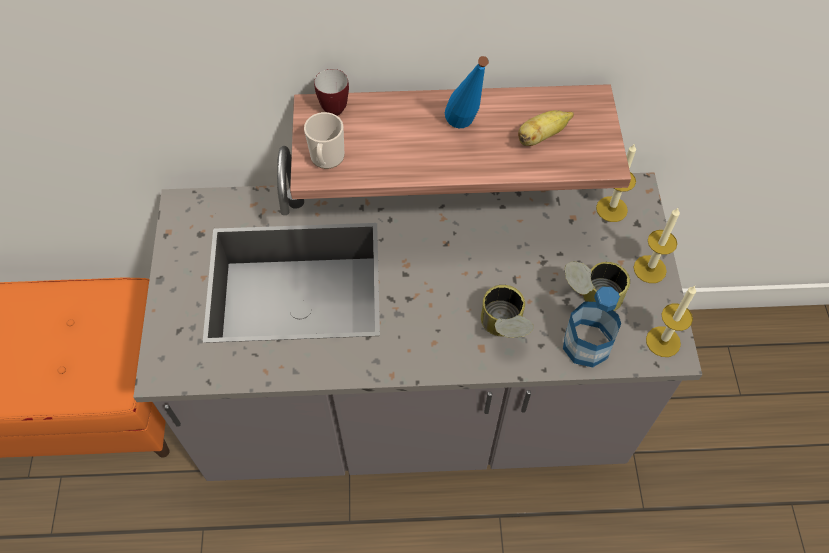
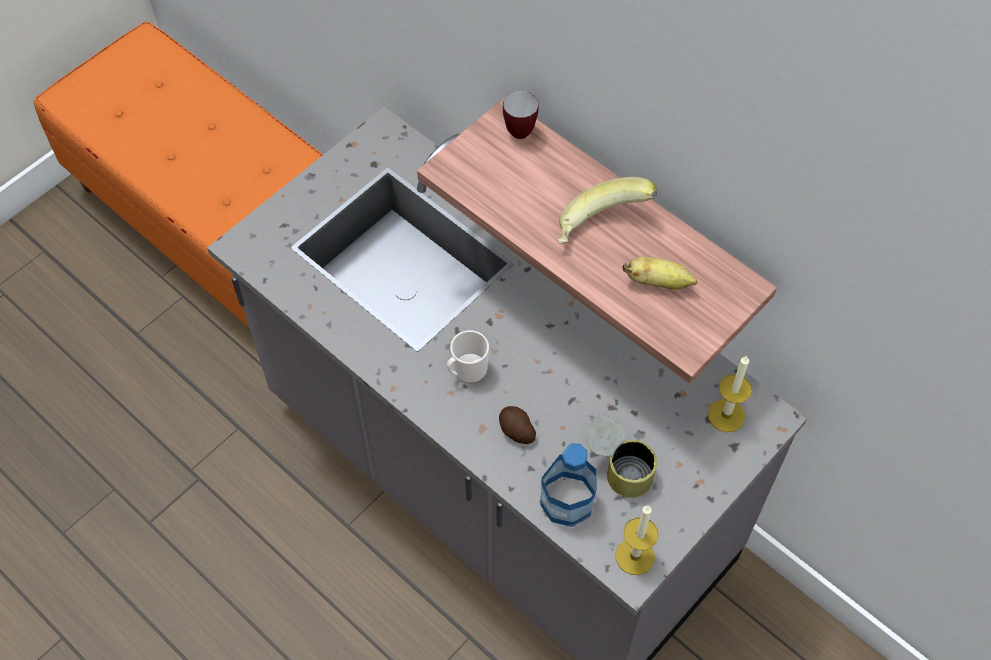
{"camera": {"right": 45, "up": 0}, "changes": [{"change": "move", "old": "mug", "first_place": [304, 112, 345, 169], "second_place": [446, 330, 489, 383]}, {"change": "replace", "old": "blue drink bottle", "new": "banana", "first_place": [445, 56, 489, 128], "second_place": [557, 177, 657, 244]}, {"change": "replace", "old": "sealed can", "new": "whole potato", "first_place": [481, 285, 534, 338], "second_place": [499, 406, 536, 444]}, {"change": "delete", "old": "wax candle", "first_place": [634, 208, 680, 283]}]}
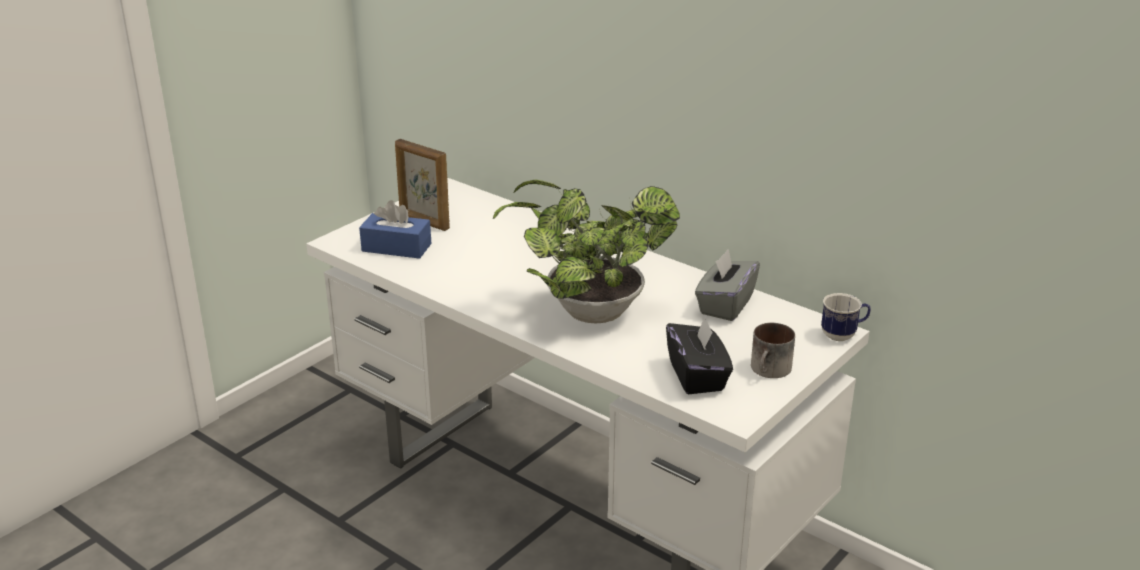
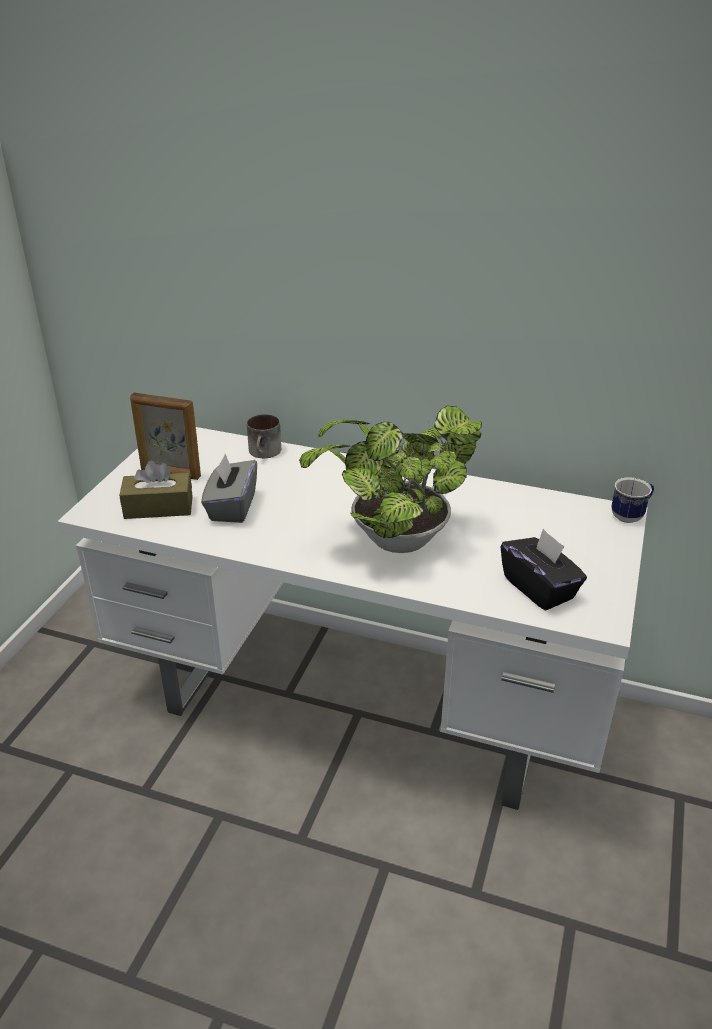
{"camera": {"right": -20, "up": 5}, "changes": [{"change": "recolor", "old": "blue tissue box", "new": "brownish tissue box", "first_place": [359, 200, 432, 259], "second_place": [119, 461, 193, 519]}, {"change": "move", "old": "grey tissue box", "first_place": [695, 249, 760, 321], "second_place": [201, 454, 257, 523]}, {"change": "move", "old": "mug", "first_place": [751, 323, 795, 378], "second_place": [247, 414, 281, 458]}]}
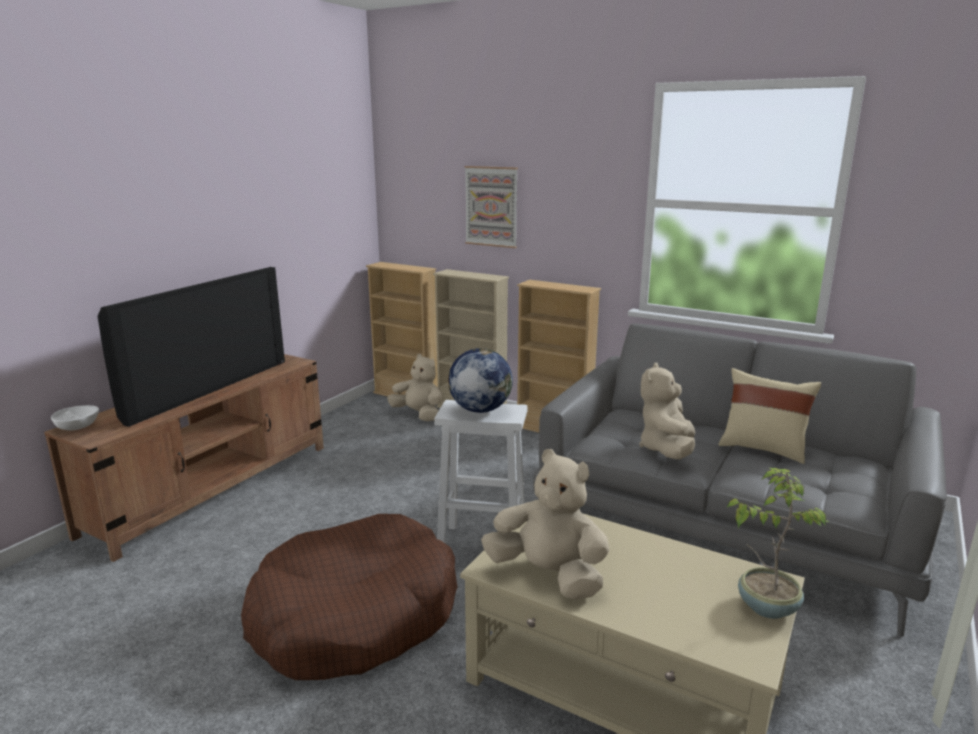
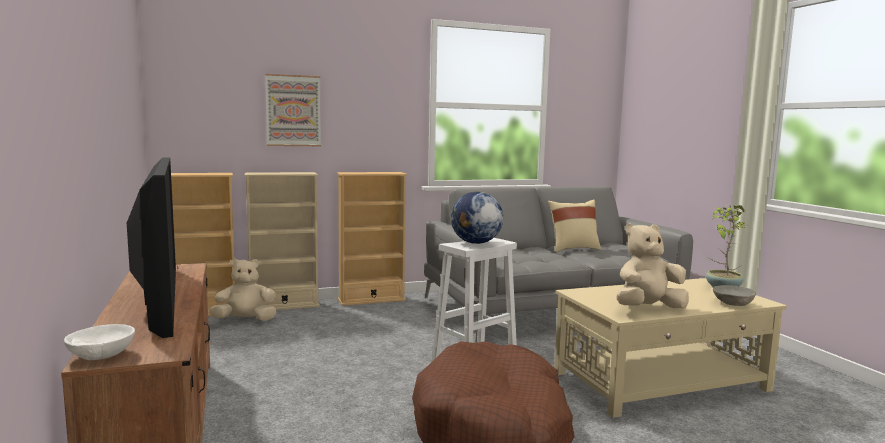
{"camera": {"right": -50, "up": -10}, "changes": [{"change": "delete", "old": "beige soft toy", "first_place": [639, 363, 695, 459]}, {"change": "insert", "new": "grey serving bowl", "second_place": [713, 285, 756, 306]}]}
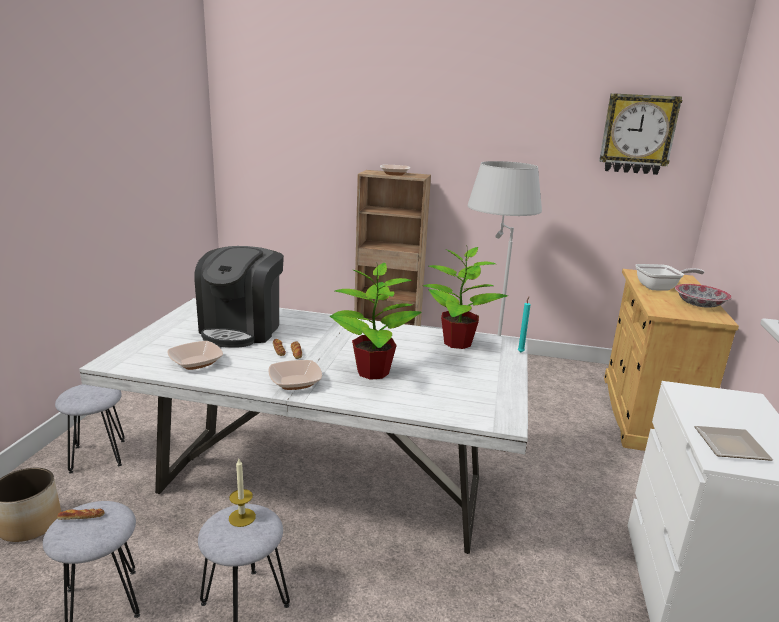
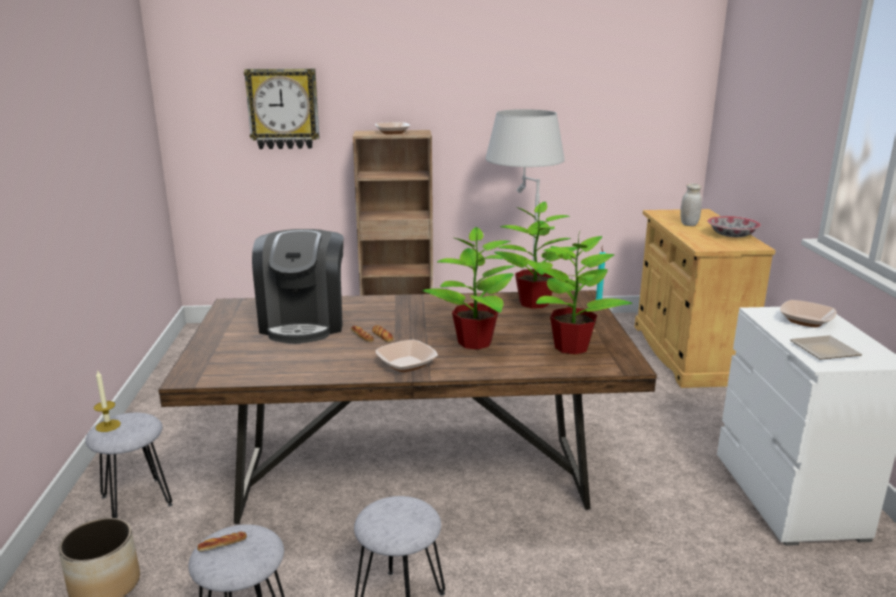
{"camera": {"right": -15, "up": 0}, "changes": [{"change": "recolor", "old": "whitish dinner table", "new": "brownish dinner table", "first_place": [79, 298, 528, 554], "second_place": [158, 290, 657, 524]}, {"change": "move", "old": "serving bowl", "first_place": [167, 341, 223, 370], "second_place": [780, 300, 837, 327]}, {"change": "move", "old": "wax candle", "first_place": [229, 459, 256, 527], "second_place": [94, 371, 121, 432]}, {"change": "move", "old": "hanging clock", "first_place": [599, 93, 682, 175], "second_place": [244, 68, 320, 149]}, {"change": "replace", "old": "frying pan", "new": "whitish storage jar", "first_place": [635, 264, 704, 291], "second_place": [680, 184, 702, 226]}, {"change": "insert", "new": "houseplant", "second_place": [536, 231, 633, 355]}]}
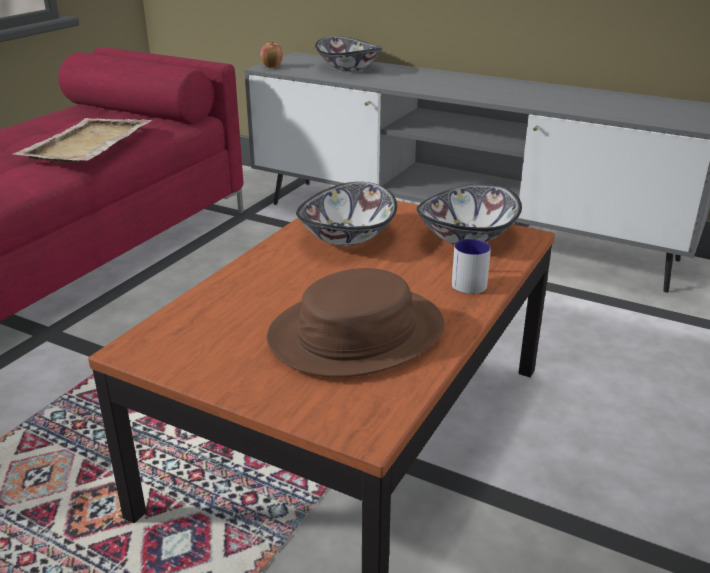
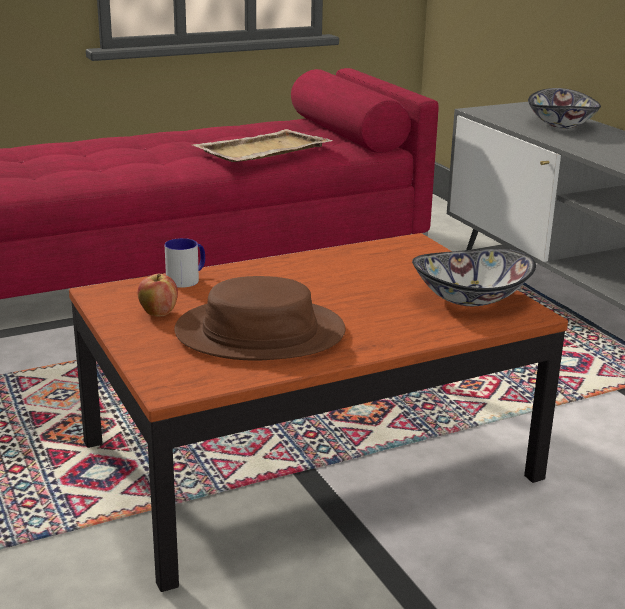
{"camera": {"right": 35, "up": -5}, "changes": [{"change": "move", "old": "apple fruit", "first_place": [261, 41, 283, 68], "second_place": [137, 274, 178, 316]}, {"change": "delete", "old": "serving bowl", "first_place": [296, 182, 397, 246]}, {"change": "move", "old": "mug", "first_place": [452, 239, 491, 294], "second_place": [165, 238, 205, 288]}]}
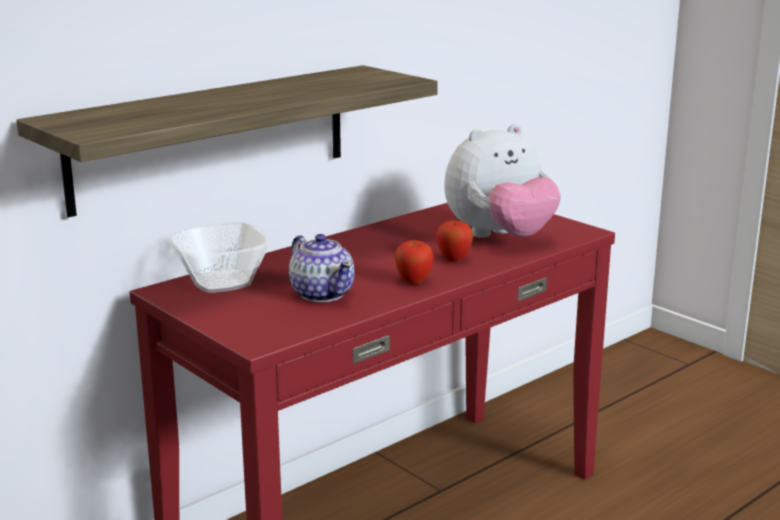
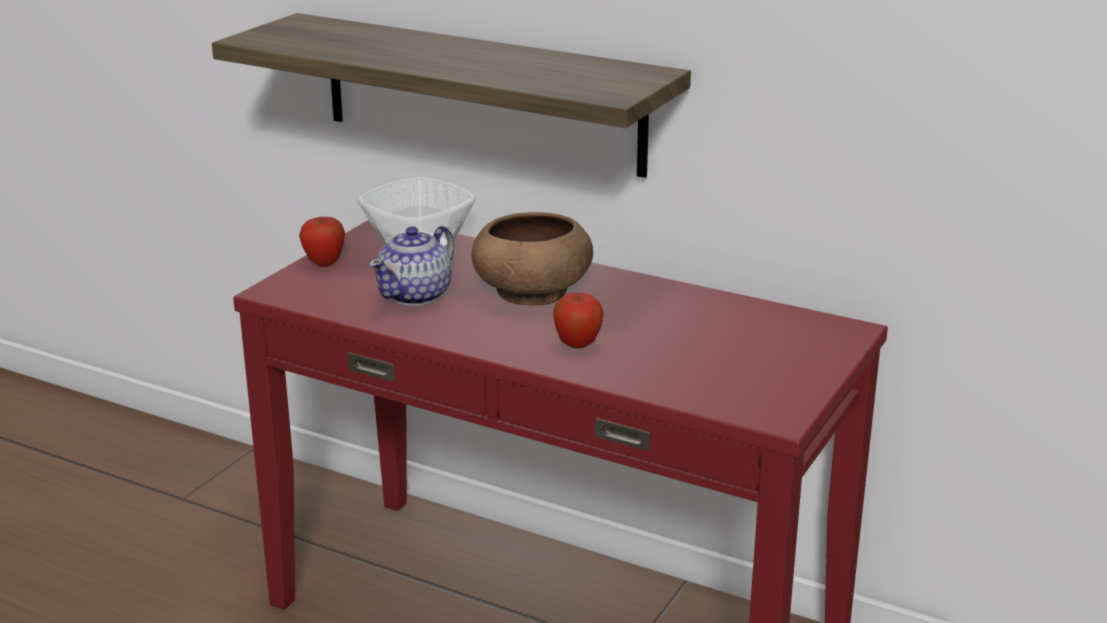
{"camera": {"right": 70, "up": 5}, "changes": [{"change": "move", "old": "apple fruit", "first_place": [395, 240, 434, 285], "second_place": [299, 216, 345, 267]}, {"change": "delete", "old": "soft toy", "first_place": [445, 124, 561, 238]}, {"change": "insert", "new": "brownish serving bowl", "second_place": [471, 212, 593, 305]}]}
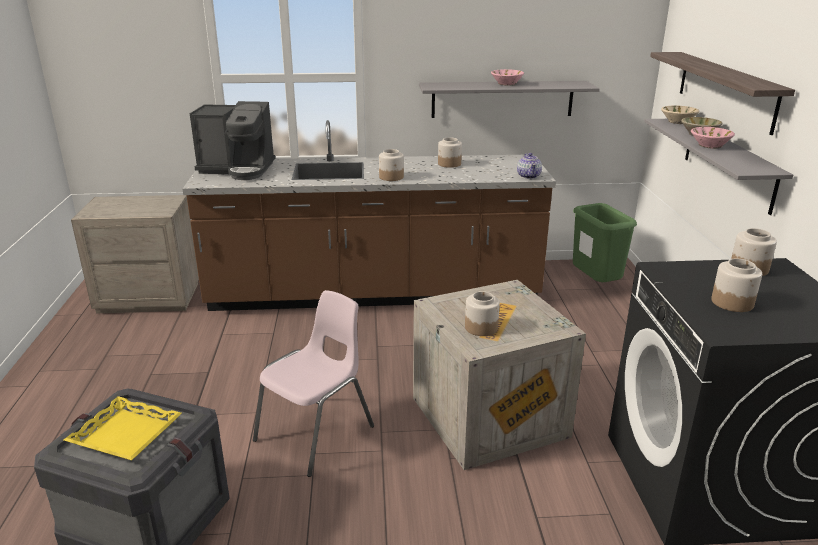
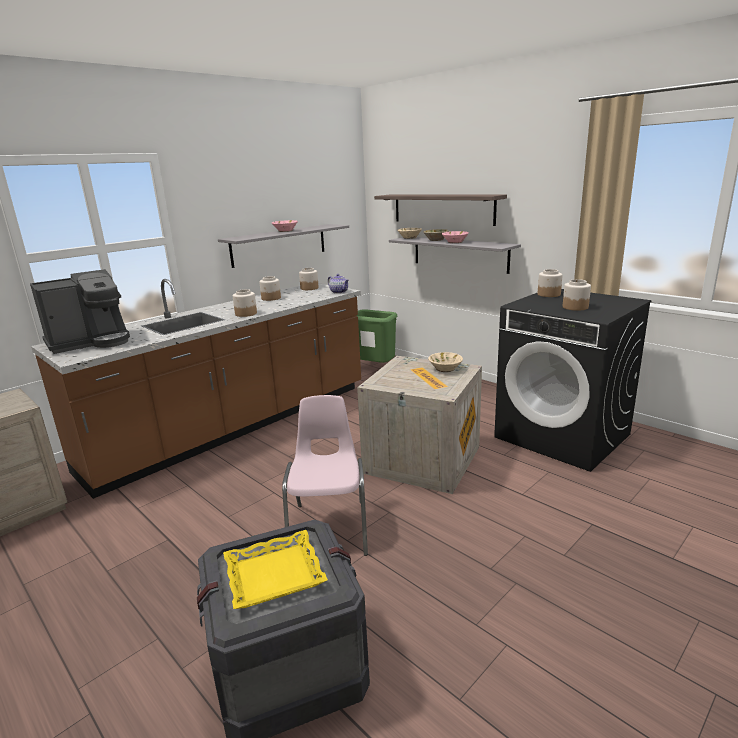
{"camera": {"right": -40, "up": -5}, "changes": [{"change": "move", "old": "storage jar", "first_place": [465, 291, 500, 336], "second_place": [299, 268, 319, 290]}, {"change": "insert", "new": "beige serving bowl", "second_place": [428, 352, 463, 372]}]}
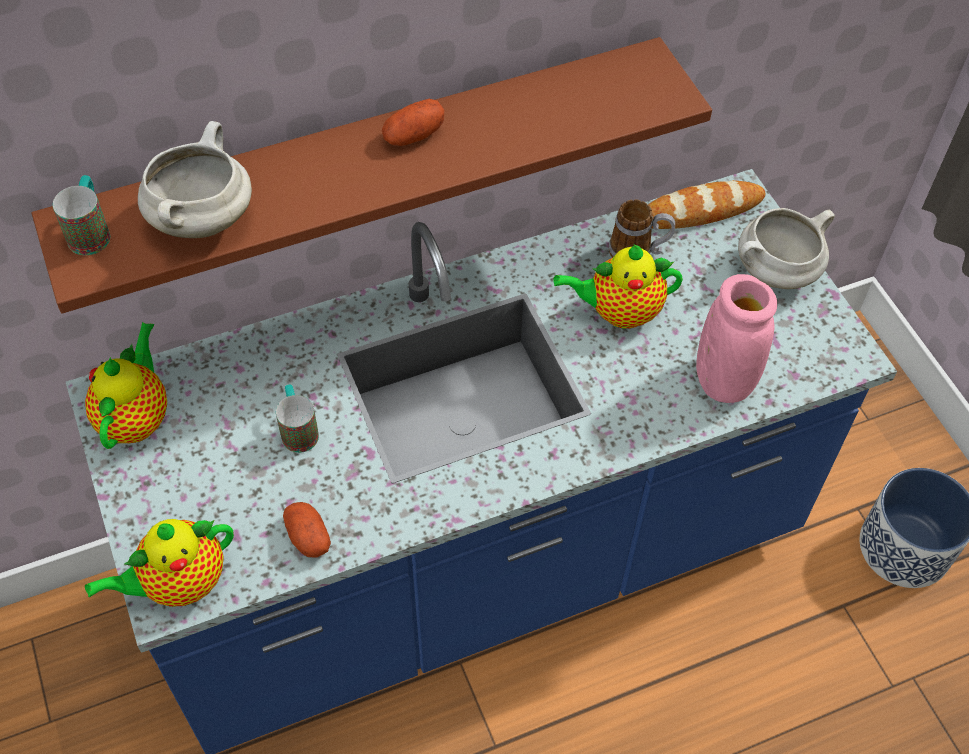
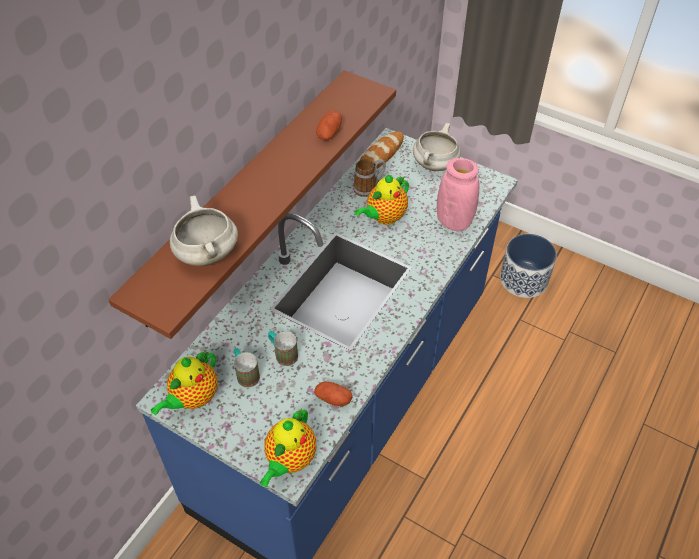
{"camera": {"right": -35, "up": -5}, "changes": [{"change": "move", "old": "mug", "first_place": [53, 175, 110, 255], "second_place": [234, 348, 260, 388]}, {"change": "rotate", "old": "teapot", "first_place": [85, 322, 167, 449], "second_place": [151, 351, 218, 415], "degrees": -120}, {"change": "move", "old": "whole potato", "first_place": [382, 99, 444, 146], "second_place": [316, 110, 342, 140]}]}
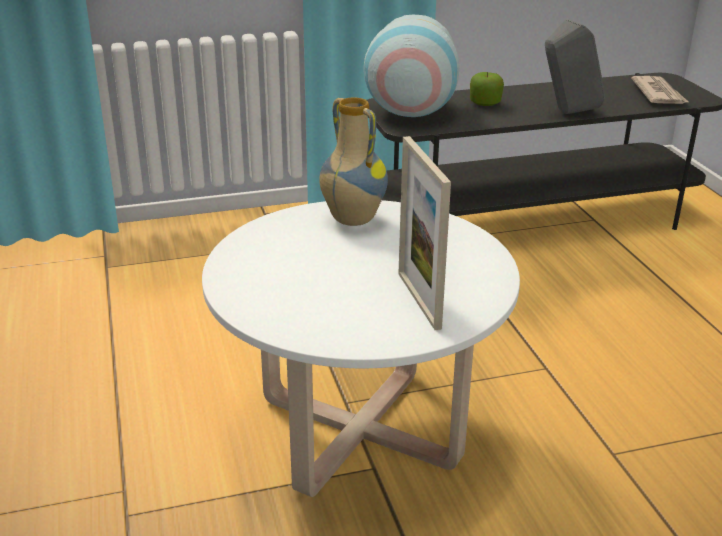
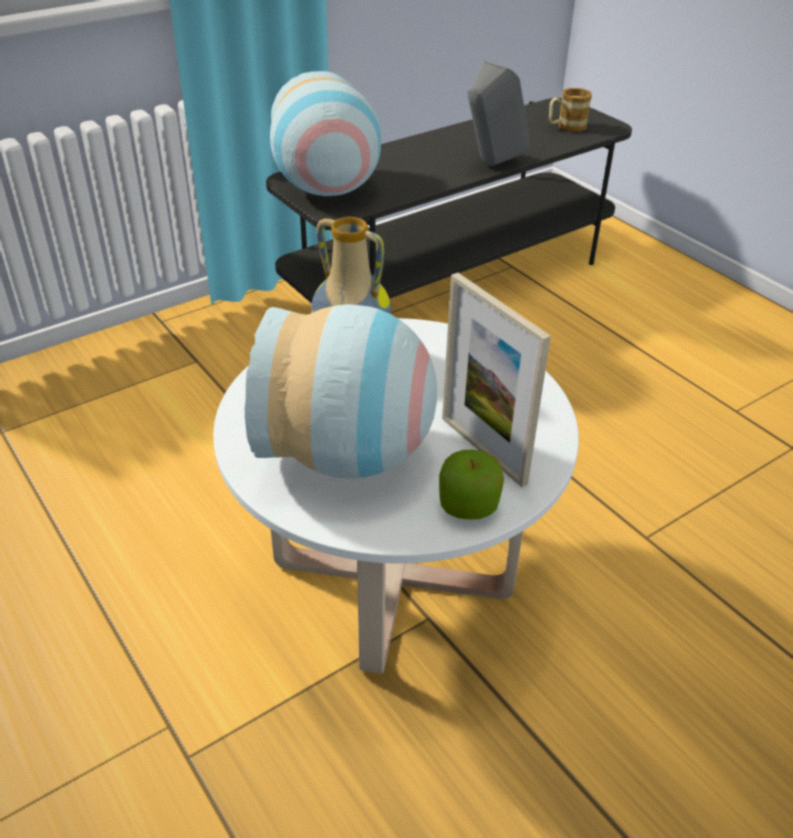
{"camera": {"right": -20, "up": 10}, "changes": [{"change": "move", "old": "apple fruit", "first_place": [470, 72, 504, 106], "second_place": [439, 450, 504, 520]}, {"change": "replace", "old": "printed paper", "new": "mug", "first_place": [631, 76, 690, 104], "second_place": [549, 88, 592, 132]}, {"change": "insert", "new": "flower vase", "second_place": [245, 304, 437, 479]}]}
